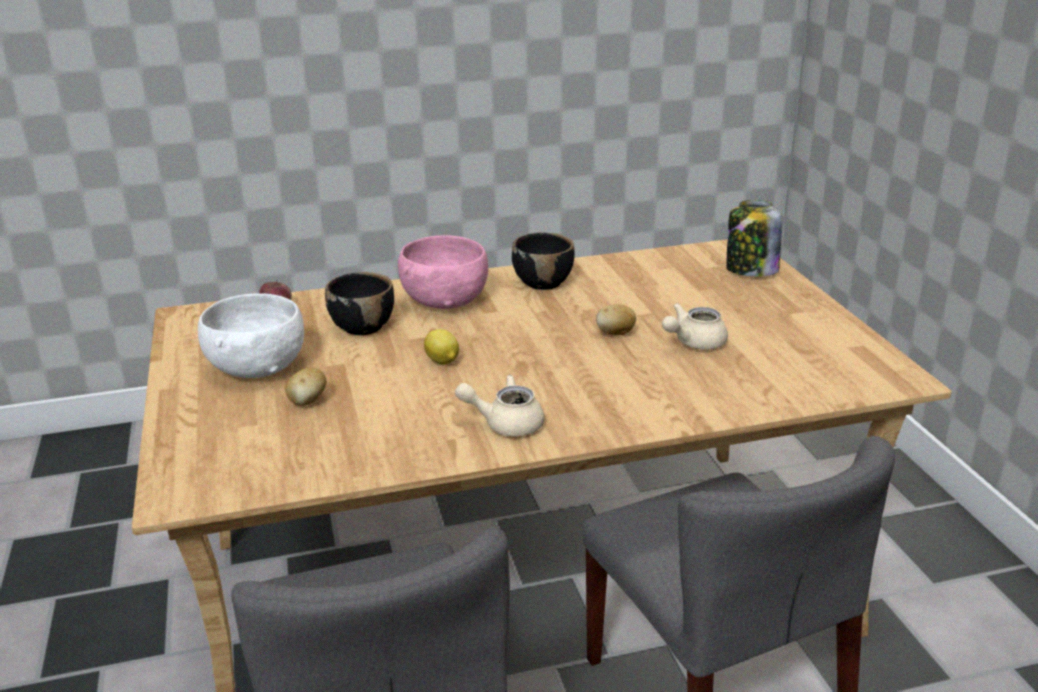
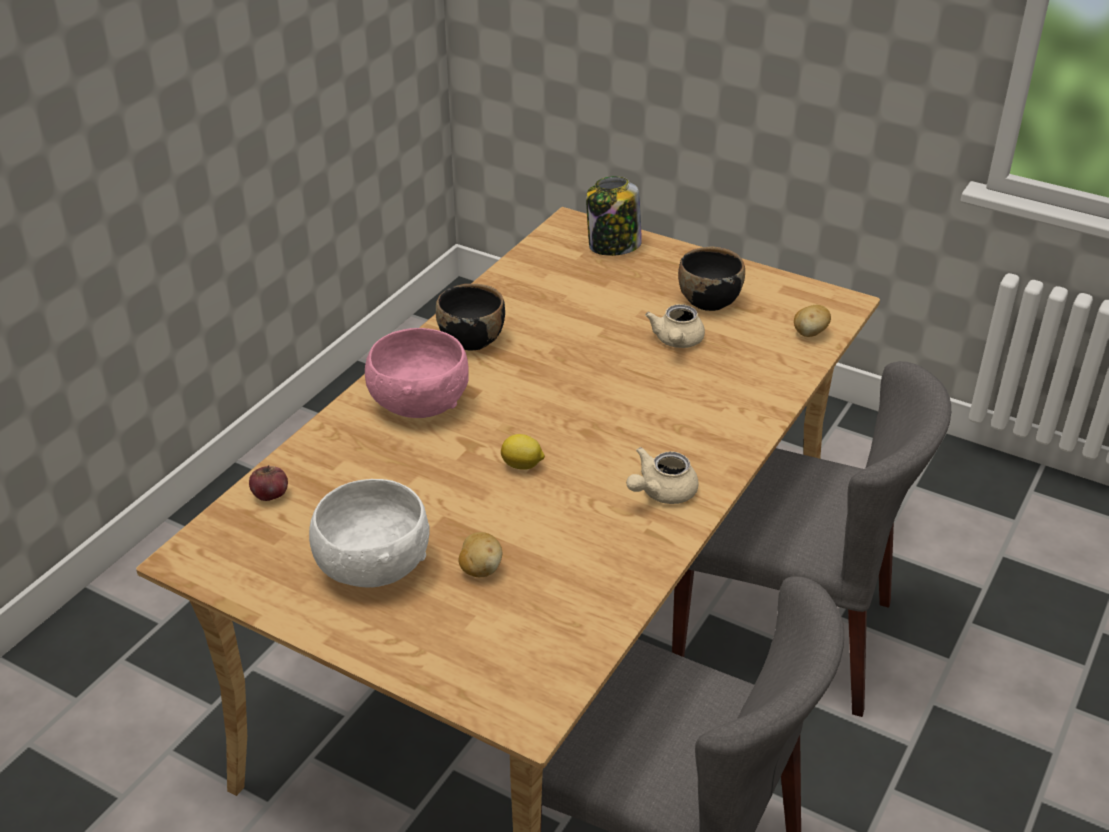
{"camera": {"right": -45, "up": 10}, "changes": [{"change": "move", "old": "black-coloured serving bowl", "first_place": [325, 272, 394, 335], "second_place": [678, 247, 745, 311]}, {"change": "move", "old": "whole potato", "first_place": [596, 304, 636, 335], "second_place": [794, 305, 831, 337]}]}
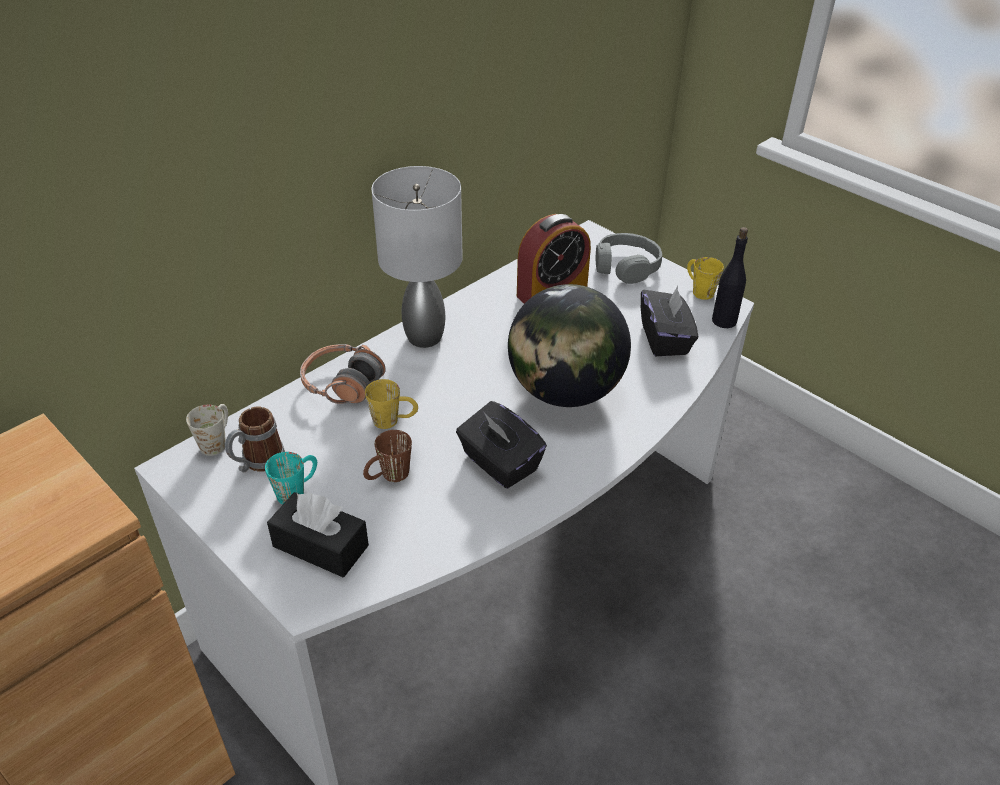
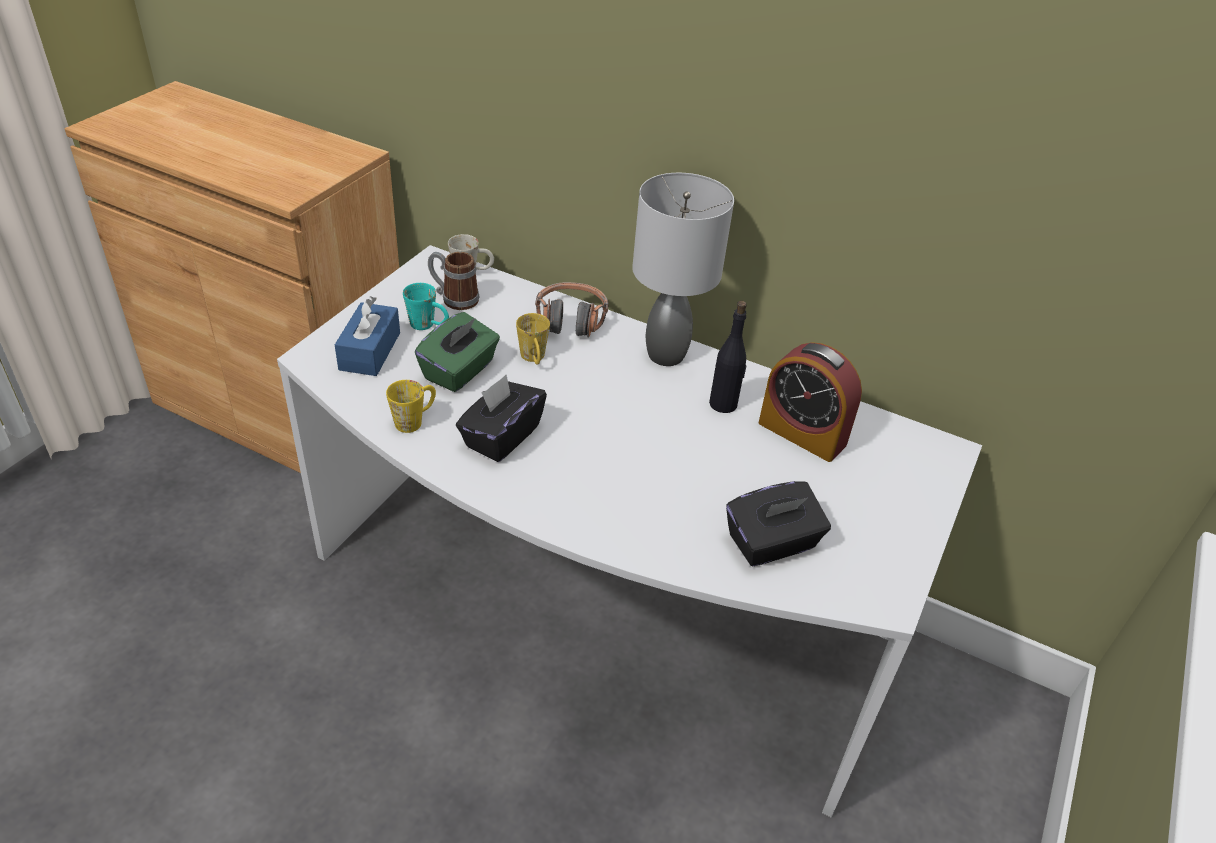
{"camera": {"right": 70, "up": 0}, "changes": [{"change": "recolor", "old": "black-coloured tissue box", "new": "blue tissue box", "first_place": [267, 492, 369, 577], "second_place": [335, 296, 400, 376]}, {"change": "replace", "old": "brownish mug", "new": "green-coloured tissue box", "first_place": [363, 430, 412, 482], "second_place": [415, 312, 500, 392]}, {"change": "delete", "old": "globe", "first_place": [508, 284, 631, 407]}, {"change": "delete", "old": "grey headphones", "first_place": [596, 233, 662, 284]}, {"change": "move", "old": "yellow mug", "first_place": [687, 257, 724, 300], "second_place": [386, 380, 436, 433]}, {"change": "move", "old": "black-coloured drink bottle", "first_place": [712, 227, 748, 328], "second_place": [709, 301, 747, 413]}]}
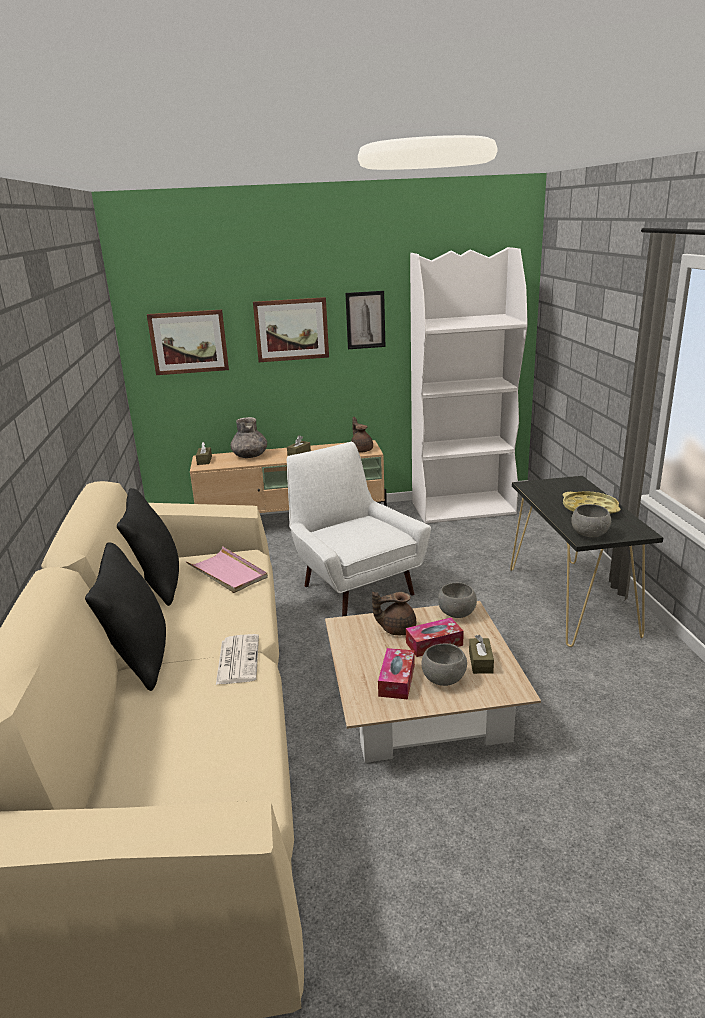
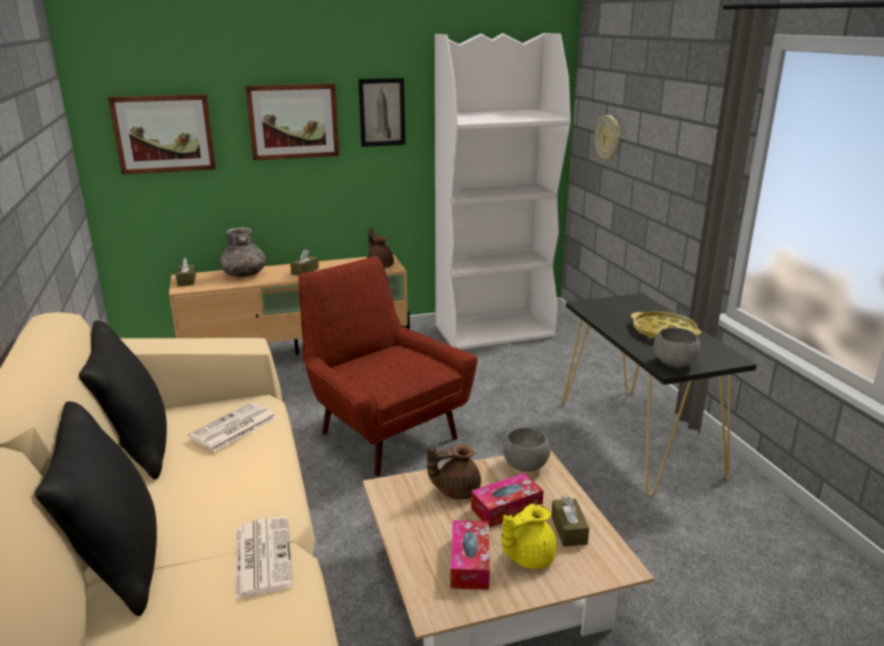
{"camera": {"right": -10, "up": 0}, "changes": [{"change": "replace", "old": "pink serving tray", "new": "printed paper", "first_place": [186, 546, 268, 593], "second_place": [188, 403, 277, 452]}, {"change": "recolor", "old": "whitish armchair", "new": "red armchair", "first_place": [287, 442, 431, 616], "second_place": [298, 256, 478, 476]}, {"change": "replace", "old": "grey serving bowl", "new": "yellow teapot", "first_place": [421, 644, 467, 686], "second_place": [502, 504, 557, 569]}, {"change": "insert", "new": "hanging clock", "second_place": [595, 115, 620, 162]}]}
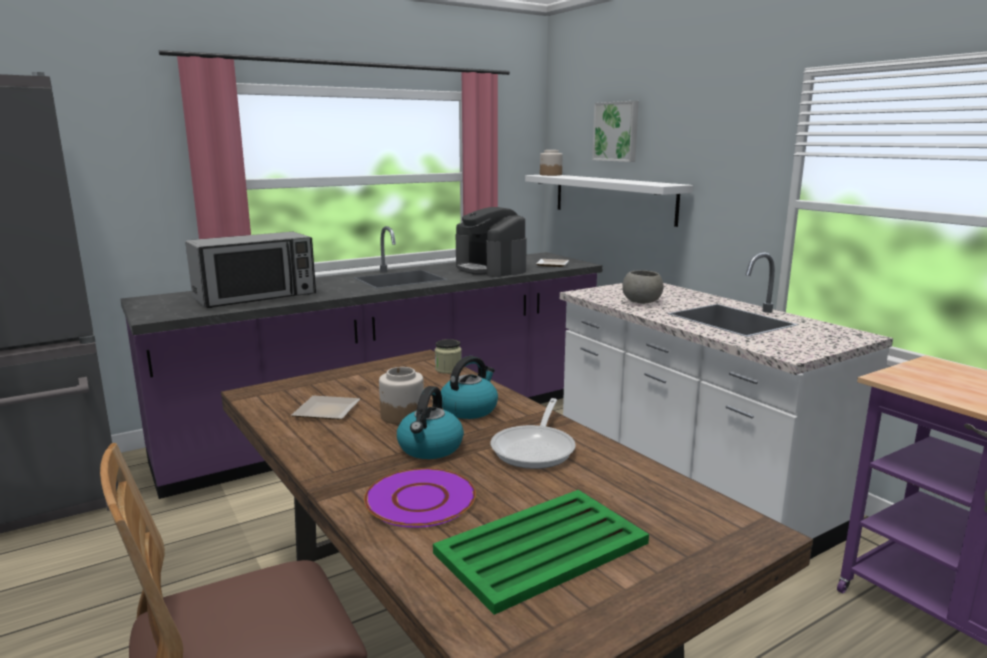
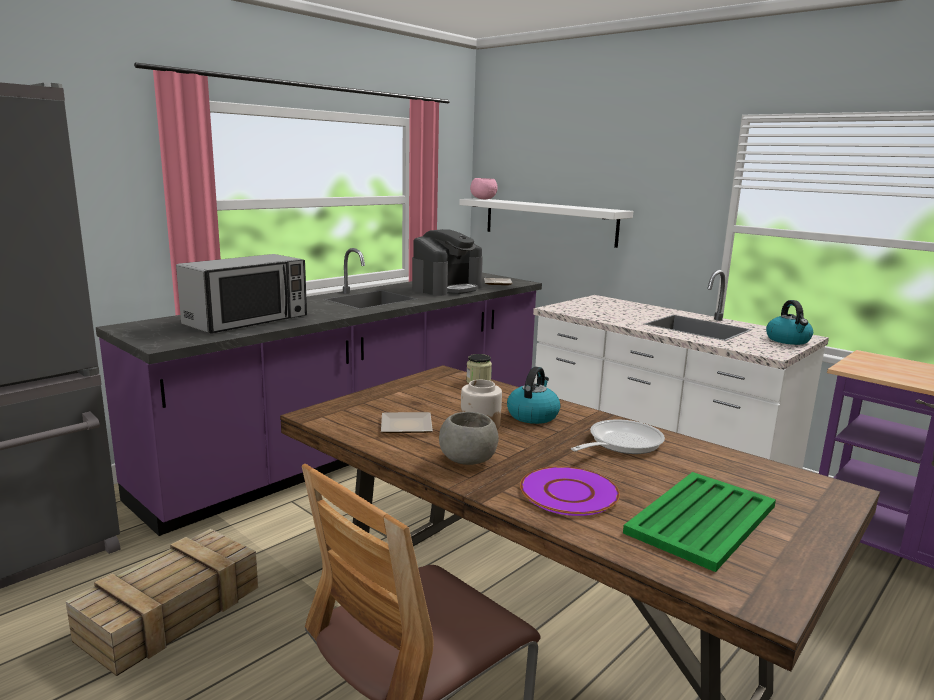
{"camera": {"right": -15, "up": 0}, "changes": [{"change": "move", "old": "kettle", "first_place": [397, 386, 464, 459], "second_place": [766, 300, 813, 345]}, {"change": "rotate", "old": "coffee maker", "first_place": [456, 207, 526, 277], "second_place": [412, 229, 483, 296], "degrees": -90}, {"change": "rotate", "old": "frying pan", "first_place": [491, 398, 576, 469], "second_place": [571, 420, 665, 454], "degrees": -135}, {"change": "replace", "old": "storage jar", "new": "pink serving bowl", "first_place": [540, 150, 563, 176], "second_place": [470, 178, 498, 199]}, {"change": "delete", "old": "wall picture", "first_place": [592, 101, 639, 162]}, {"change": "move", "old": "grey serving bowl", "first_place": [622, 270, 664, 303], "second_place": [439, 412, 499, 465]}, {"change": "insert", "new": "crate", "second_place": [66, 529, 258, 676]}]}
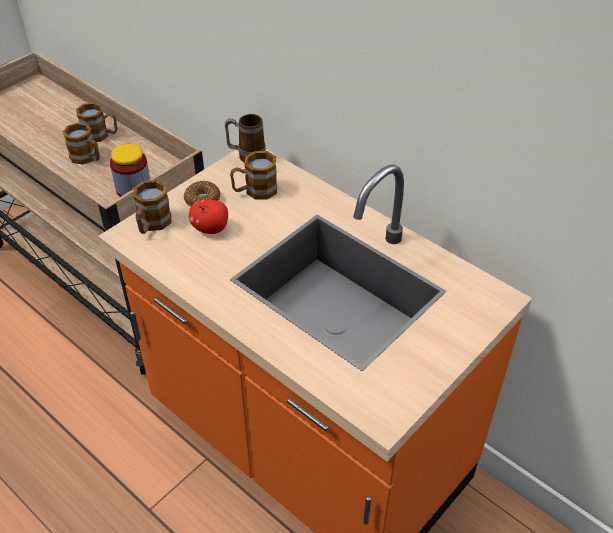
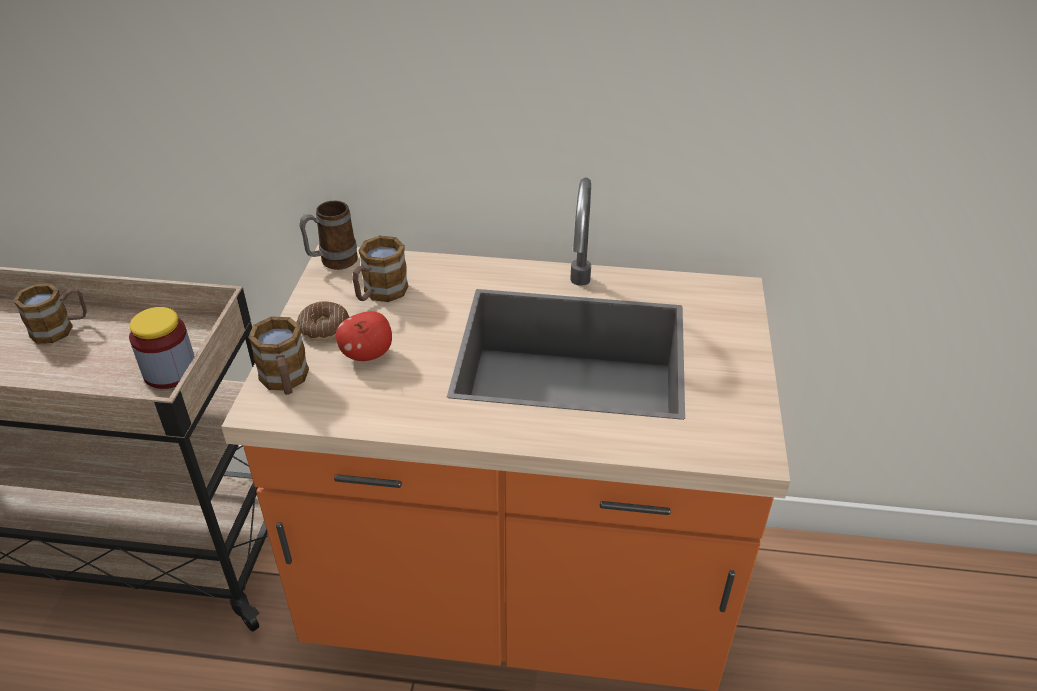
{"camera": {"right": -35, "up": -5}, "changes": [{"change": "delete", "old": "mug", "first_place": [63, 123, 100, 165]}]}
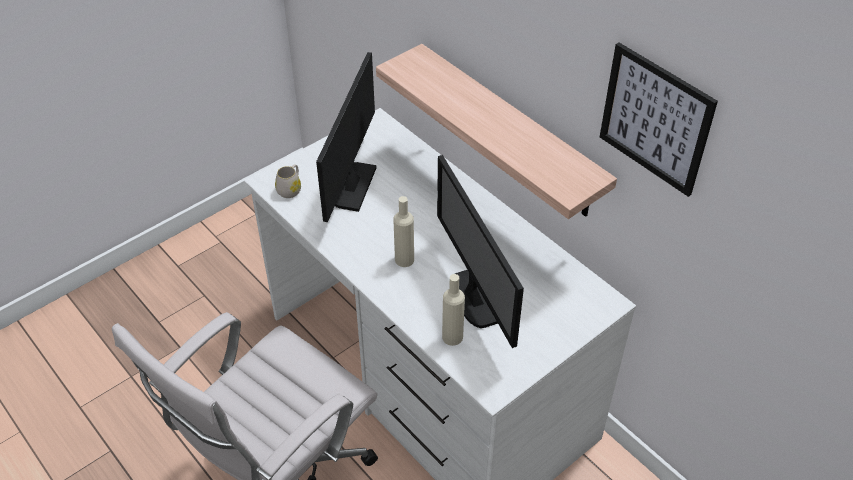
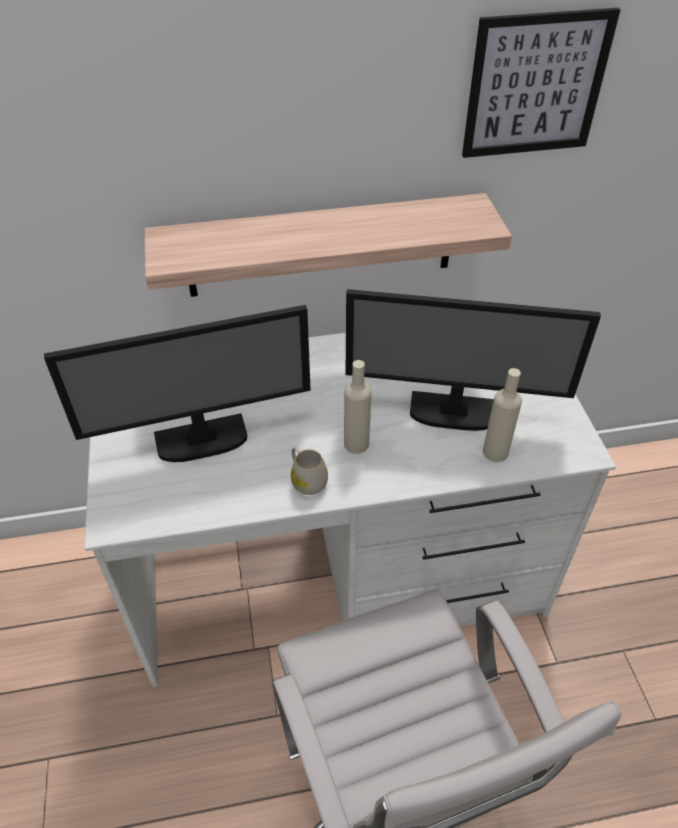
{"camera": {"right": -60, "up": 0}, "changes": [{"change": "move", "old": "whitish mug", "first_place": [275, 164, 301, 198], "second_place": [291, 447, 328, 495]}, {"change": "rotate", "old": "computer screen", "first_place": [316, 52, 376, 222], "second_place": [44, 305, 311, 462], "degrees": -60}]}
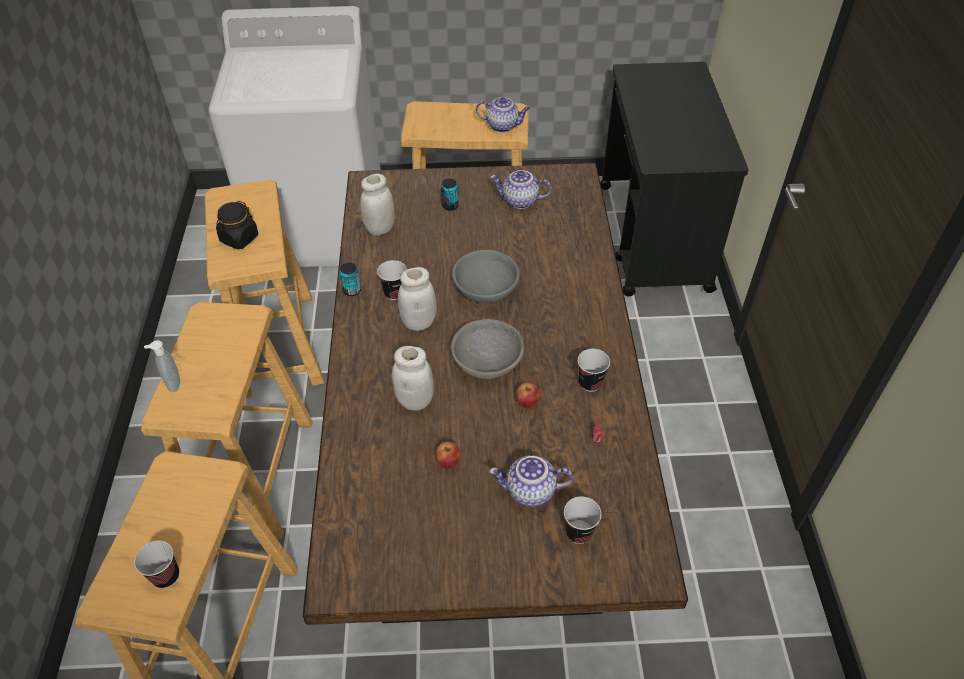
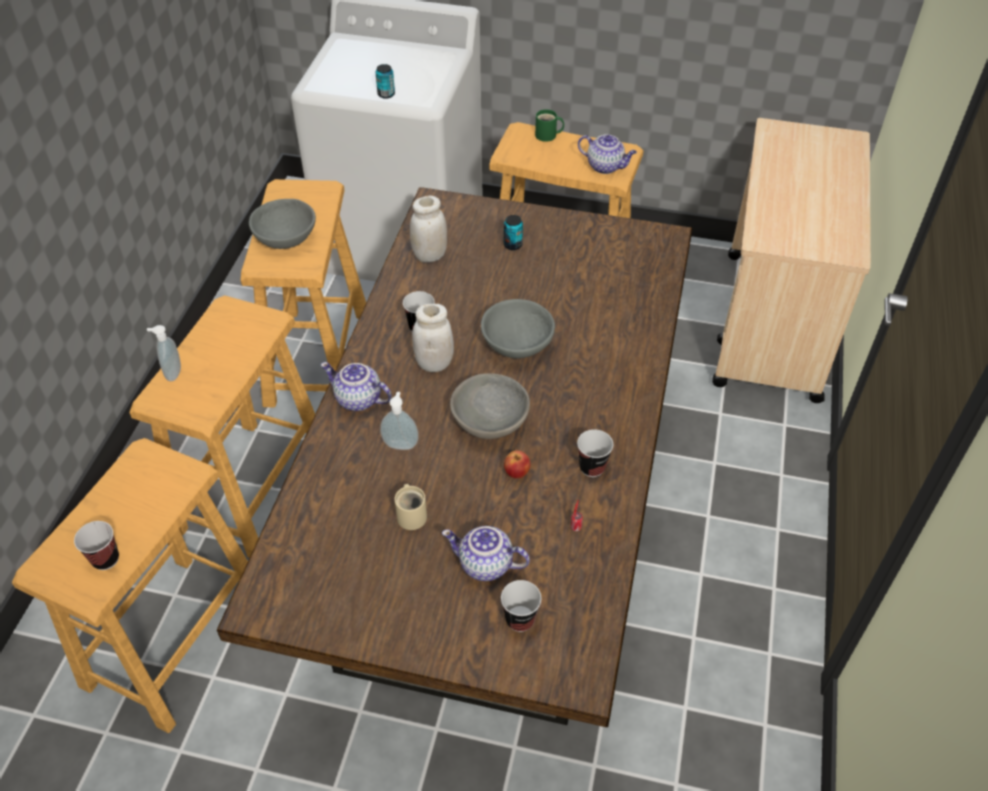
{"camera": {"right": 15, "up": 0}, "changes": [{"change": "replace", "old": "black-coloured storage jar", "new": "grey serving bowl", "first_place": [216, 201, 258, 249], "second_place": [249, 199, 316, 249]}, {"change": "move", "old": "sealed can", "first_place": [339, 262, 361, 296], "second_place": [375, 64, 395, 99]}, {"change": "replace", "old": "whitish storage jar", "new": "liquid soap bottle", "first_place": [392, 346, 434, 411], "second_place": [380, 392, 419, 450]}, {"change": "replace", "old": "apple fruit", "new": "beige mug", "first_place": [436, 441, 461, 469], "second_place": [394, 484, 427, 530]}, {"change": "move", "old": "teapot", "first_place": [490, 170, 552, 209], "second_place": [321, 362, 392, 411]}, {"change": "recolor", "old": "black-coloured cart", "new": "beige cart", "first_place": [600, 62, 748, 296], "second_place": [712, 118, 871, 403]}, {"change": "insert", "new": "green-coloured mug", "second_place": [535, 109, 564, 142]}]}
